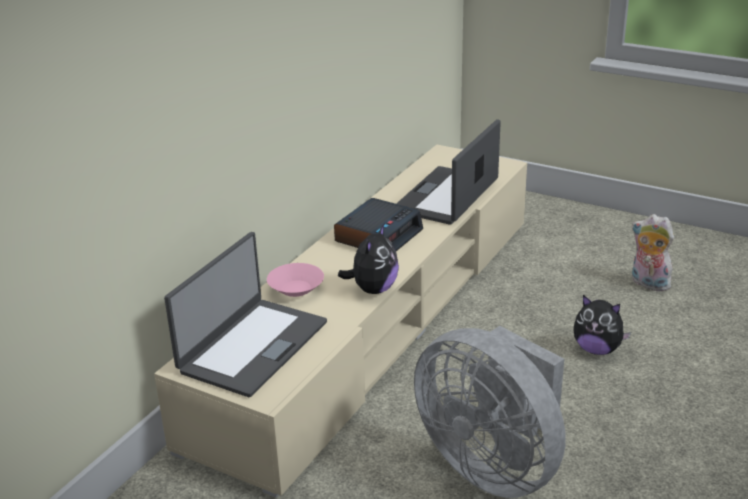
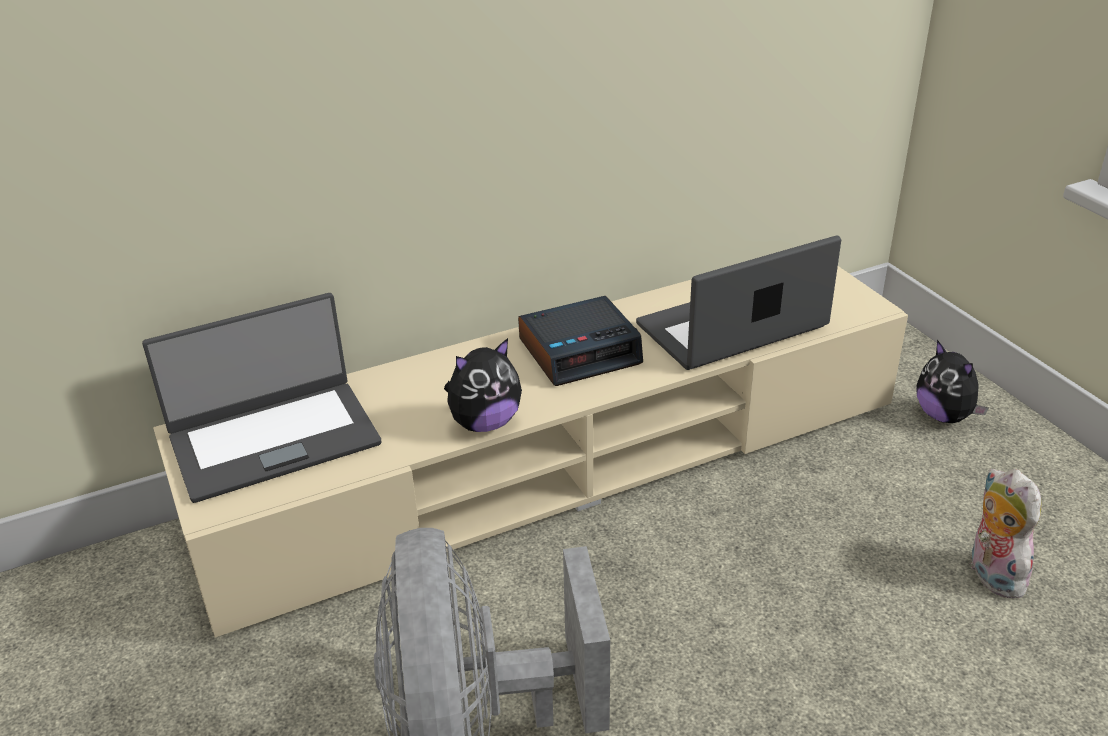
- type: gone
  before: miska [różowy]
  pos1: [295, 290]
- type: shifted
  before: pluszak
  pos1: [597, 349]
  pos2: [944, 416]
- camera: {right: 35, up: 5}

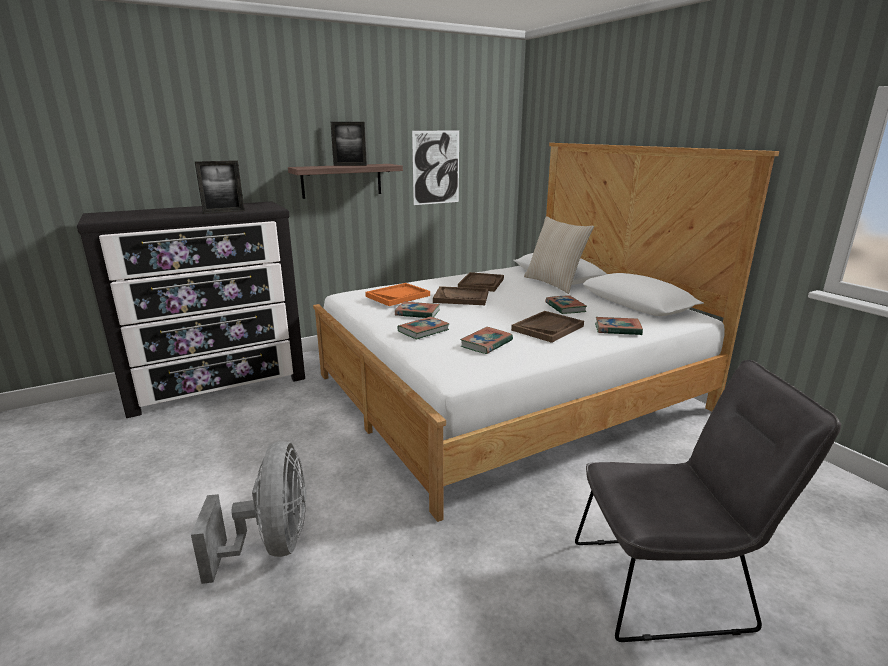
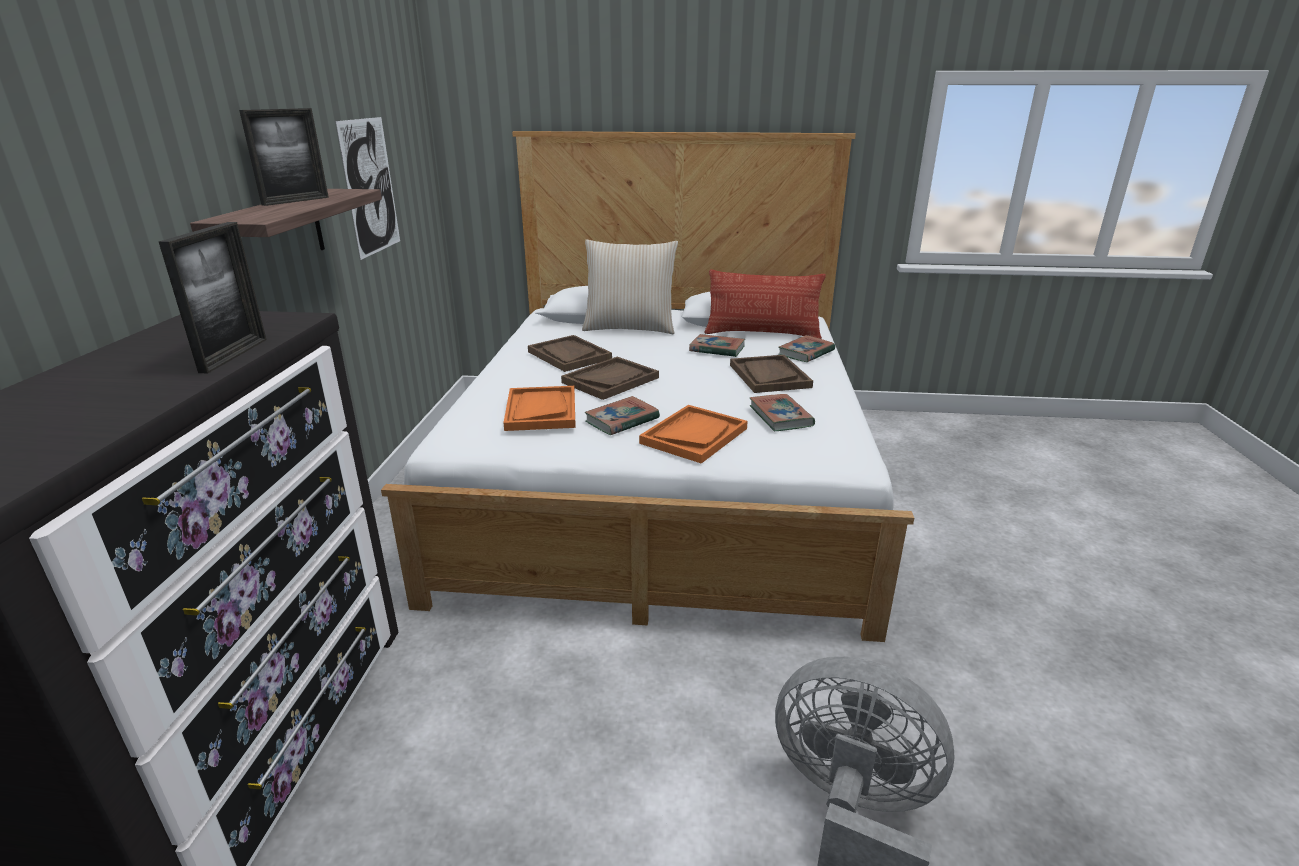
- type: swapped
  before: książka
  after: taca [pomarańczowy]
  pos1: [423, 331]
  pos2: [694, 435]
- type: gone
  before: krzesło [szary]
  pos1: [671, 584]
- type: new
  after: poduszka
  pos2: [762, 334]
- camera: {right: -55, up: 5}

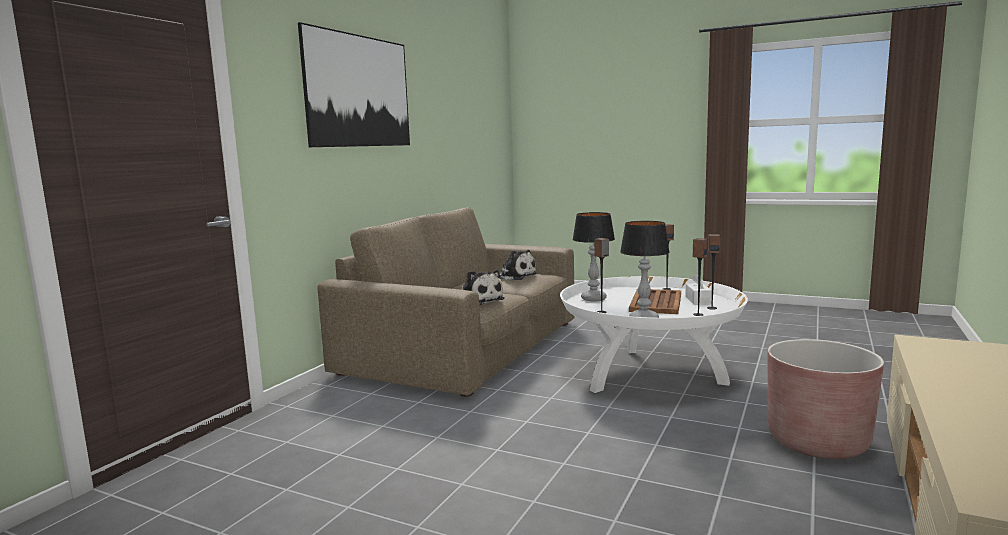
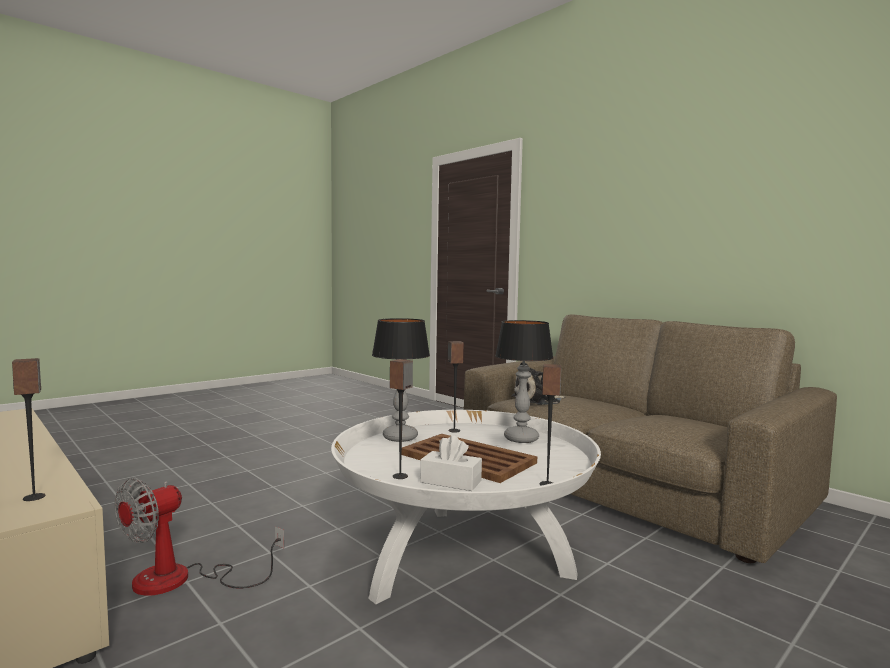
- type: gone
  before: obraz
  pos1: [359, 91]
- type: gone
  before: pluszak
  pos1: [515, 276]
- type: shifted
  before: głośnik
  pos1: [698, 314]
  pos2: [34, 497]
- type: swapped
  before: donica [brązowy]
  after: wentylator
  pos1: [817, 442]
  pos2: [181, 580]
- camera: {right: 110, up: -5}

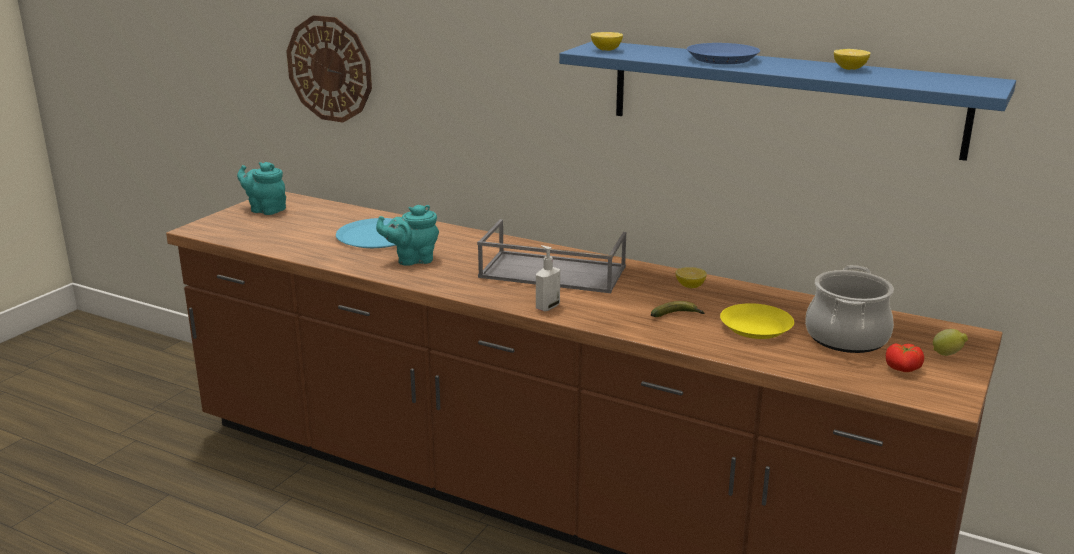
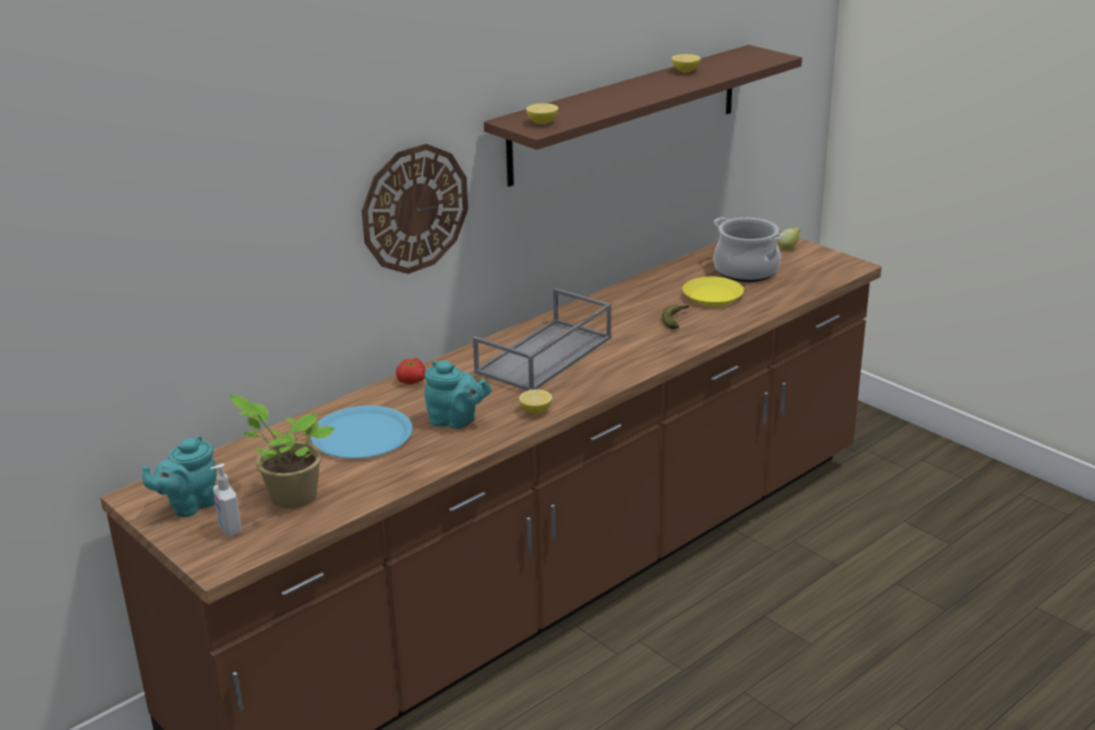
- type: shifted
  before: zegar ścienny
  pos1: [330, 69]
  pos2: [414, 208]
- type: rotated
  before: imbryk [turkusowy]
  pos1: [412, 260]
  pos2: [456, 421]
  turn: -75
- type: shifted
  before: dozownik mydła
  pos1: [547, 307]
  pos2: [229, 529]
- type: repainted
  before: półka [niebieski]
  after: półka [brązowy]
  pos1: [782, 97]
  pos2: [626, 113]
- type: shifted
  before: cytryna
  pos1: [690, 286]
  pos2: [535, 411]
- type: gone
  before: talerz [niebieski]
  pos1: [722, 59]
- type: shifted
  before: pomidor
  pos1: [903, 369]
  pos2: [412, 380]
- type: new
  after: roślina doniczkowa
  pos2: [289, 496]
- camera: {right: -70, up: 5}

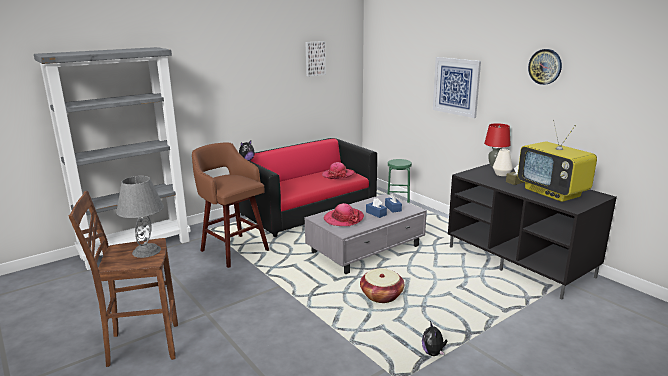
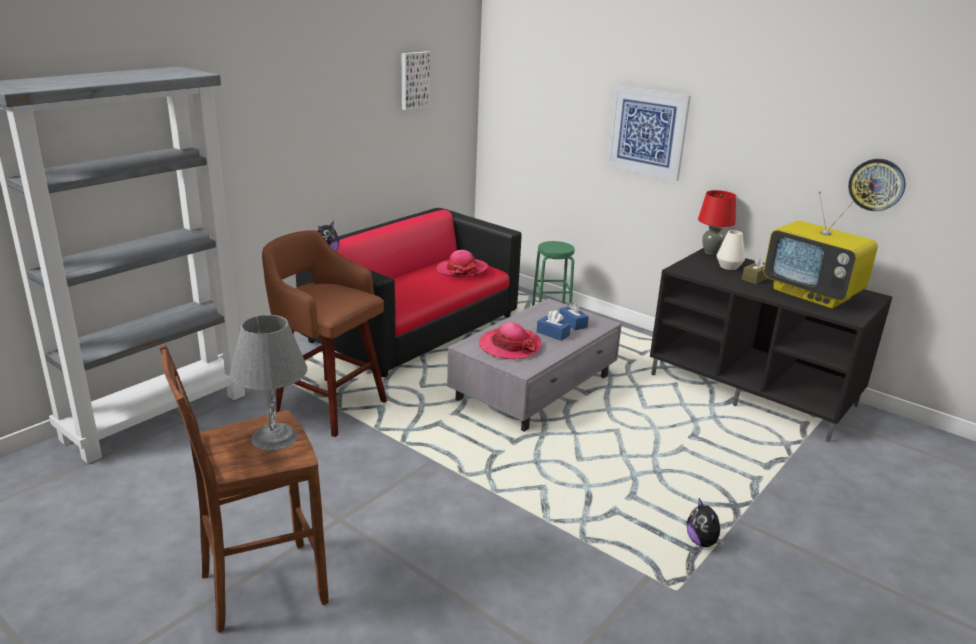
- type: gone
  before: koszyk
  pos1: [381, 295]
- type: shifted
  before: zegar ścienny
  pos1: [545, 66]
  pos2: [876, 184]
- camera: {right: -15, up: 5}

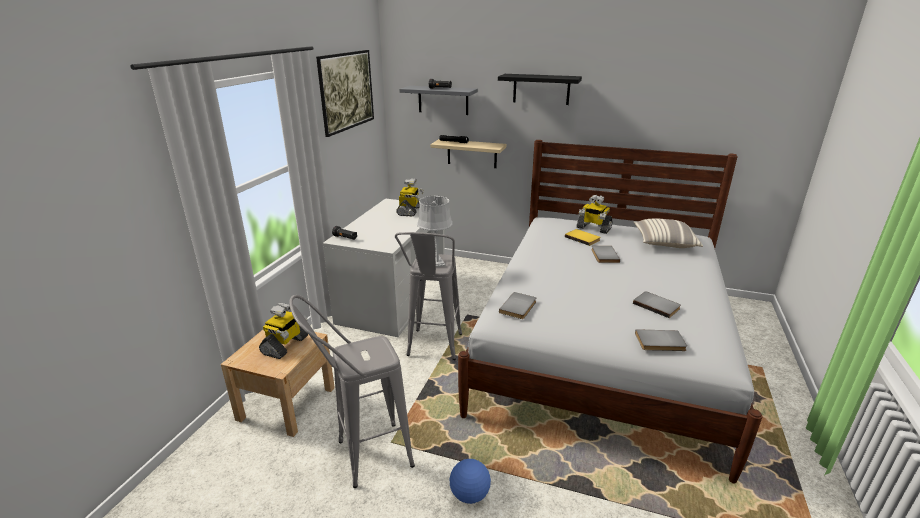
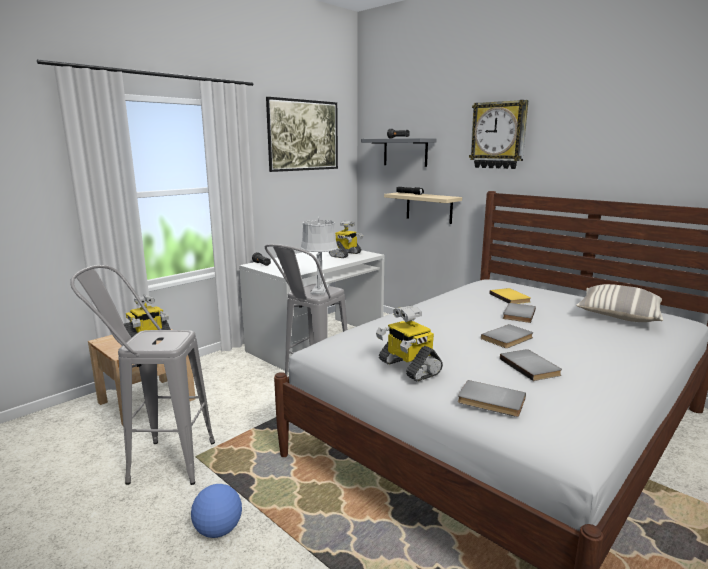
- type: swapped
  before: półka [czarny]
  after: zegar ścienny
  pos1: [541, 89]
  pos2: [498, 135]
- type: shifted
  before: książka [szary]
  pos1: [519, 307]
  pos2: [508, 338]
- type: shifted
  before: robot zabawkowy
  pos1: [593, 228]
  pos2: [408, 367]
- camera: {right: 25, up: -10}

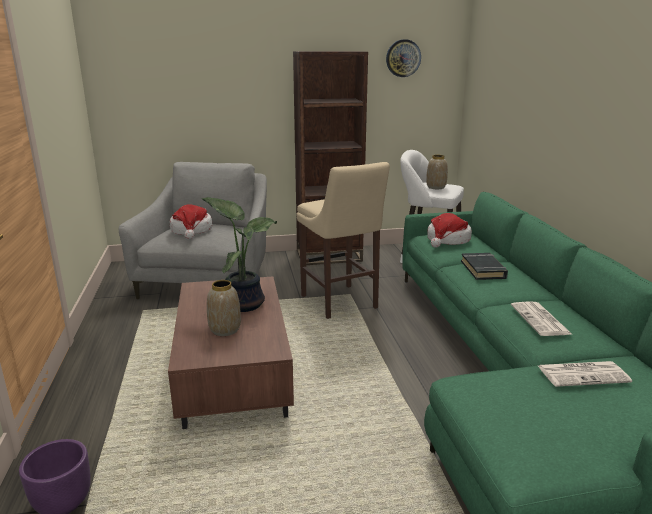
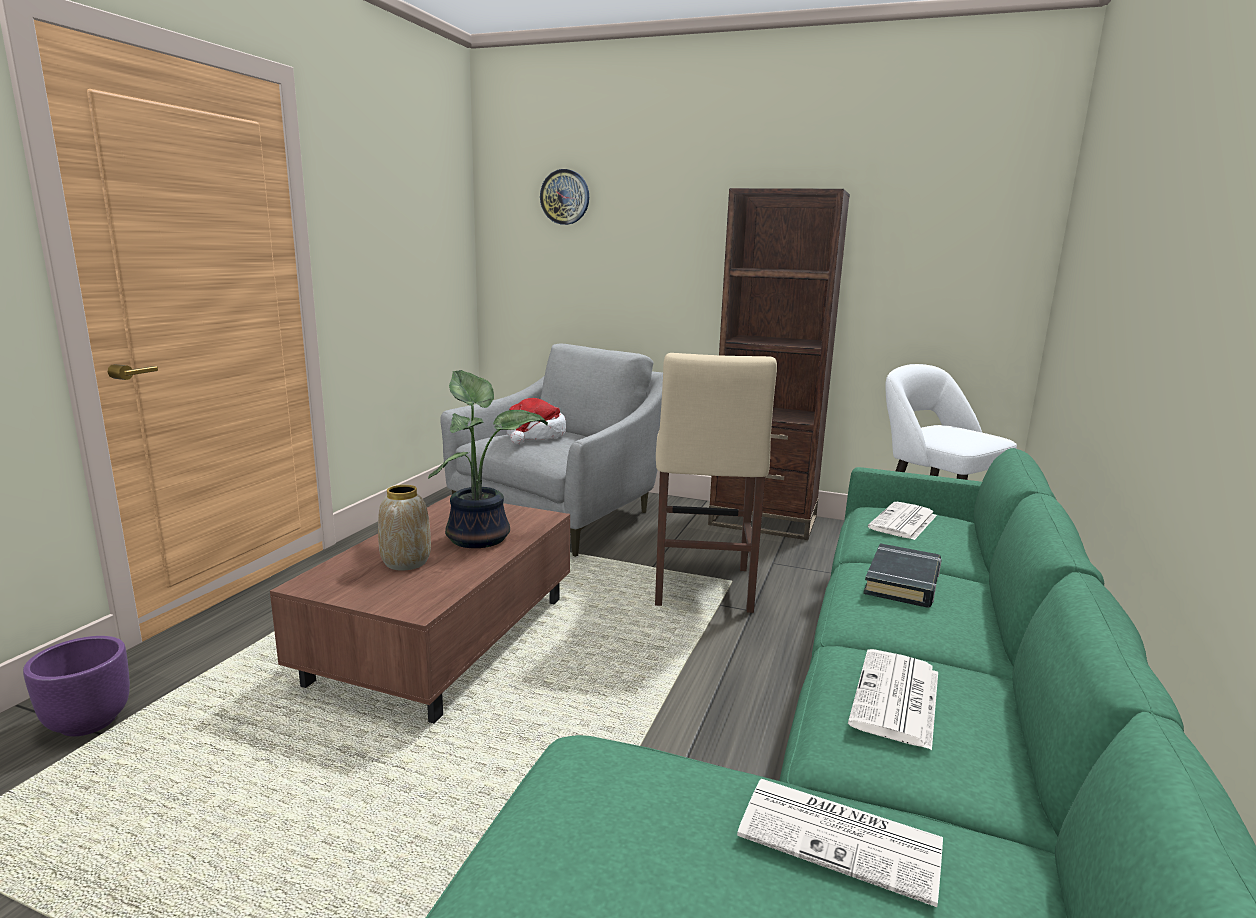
- type: shifted
  before: zegar ścienny
  pos1: [403, 58]
  pos2: [565, 197]
- type: gone
  before: wazon
  pos1: [436, 187]
- type: swapped
  before: kapelusz
  after: gazeta
  pos1: [447, 240]
  pos2: [903, 522]
- camera: {right: 30, up: -5}

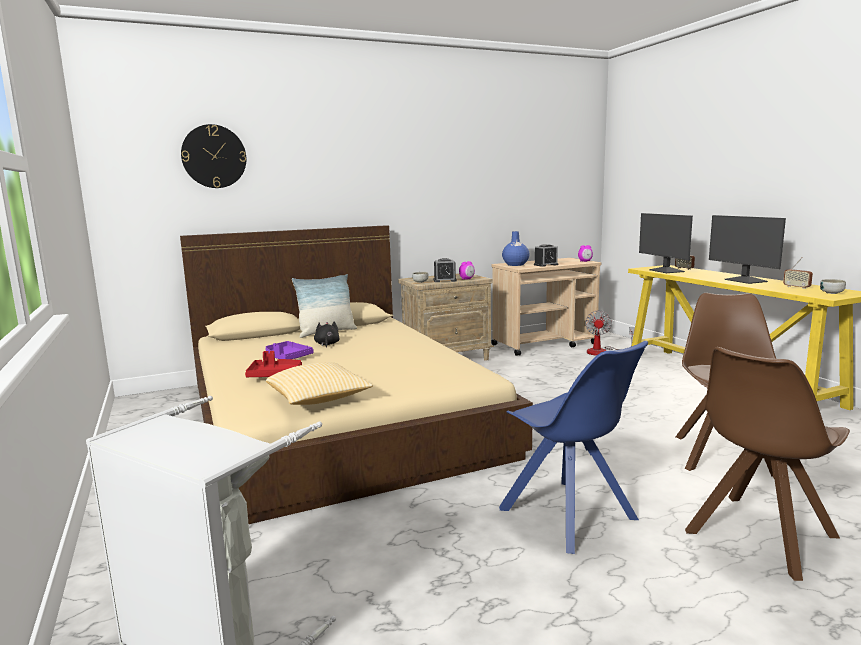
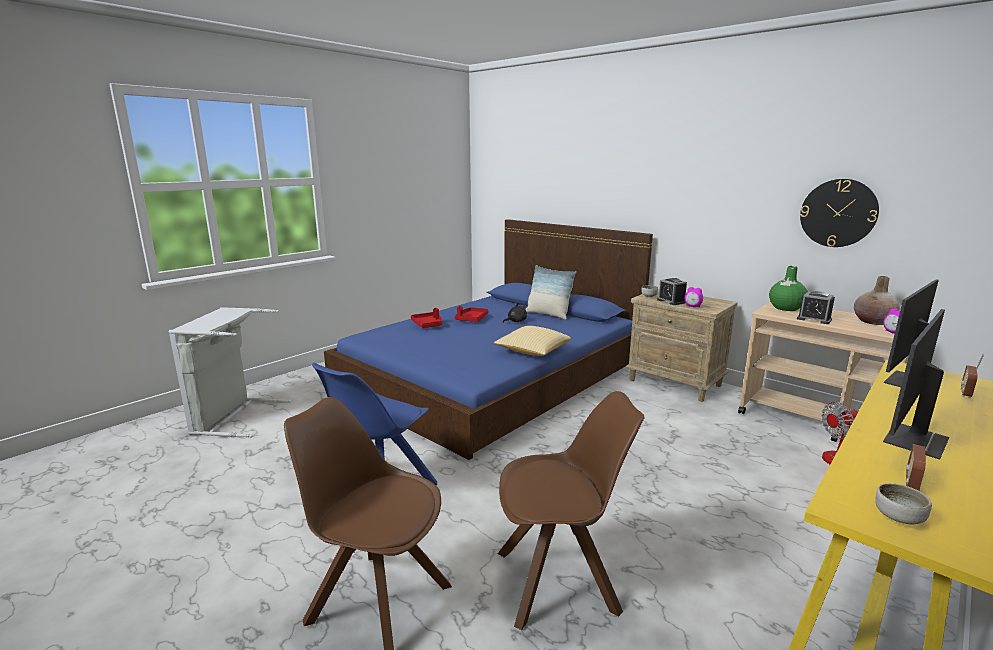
- type: repainted
  before: łóżko [beżowy]
  after: łóżko [niebieski]
  pos1: [335, 416]
  pos2: [495, 375]
- type: shifted
  before: zegar ścienny
  pos1: [214, 156]
  pos2: [838, 213]
- type: repainted
  before: taca [fioletowy]
  after: taca [czerwony]
  pos1: [287, 357]
  pos2: [471, 319]
- type: shifted
  before: poduszka
  pos1: [318, 399]
  pos2: [532, 351]
- type: repainted
  before: wazon [niebieski]
  after: wazon [zielony]
  pos1: [515, 264]
  pos2: [785, 308]
- type: new
  after: wazon [beżowy]
  pos2: [873, 321]
- camera: {right: 65, up: 5}

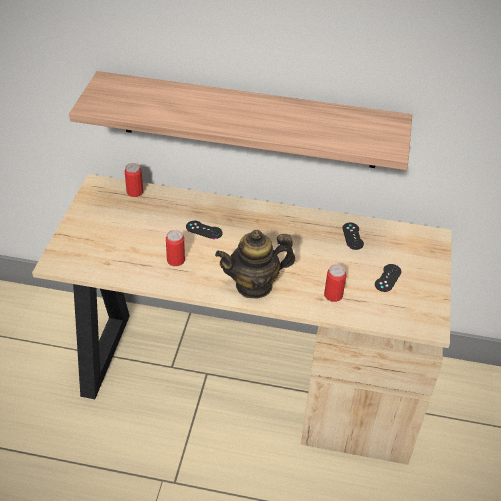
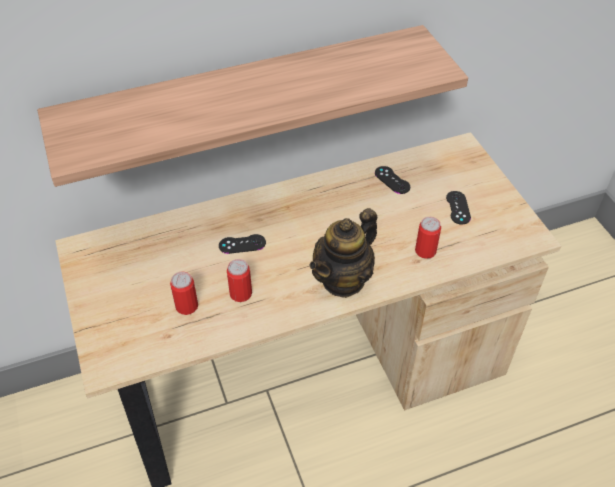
- type: shifted
  before: puszka
  pos1: [135, 192]
  pos2: [187, 306]
- camera: {right: -30, up: 5}

